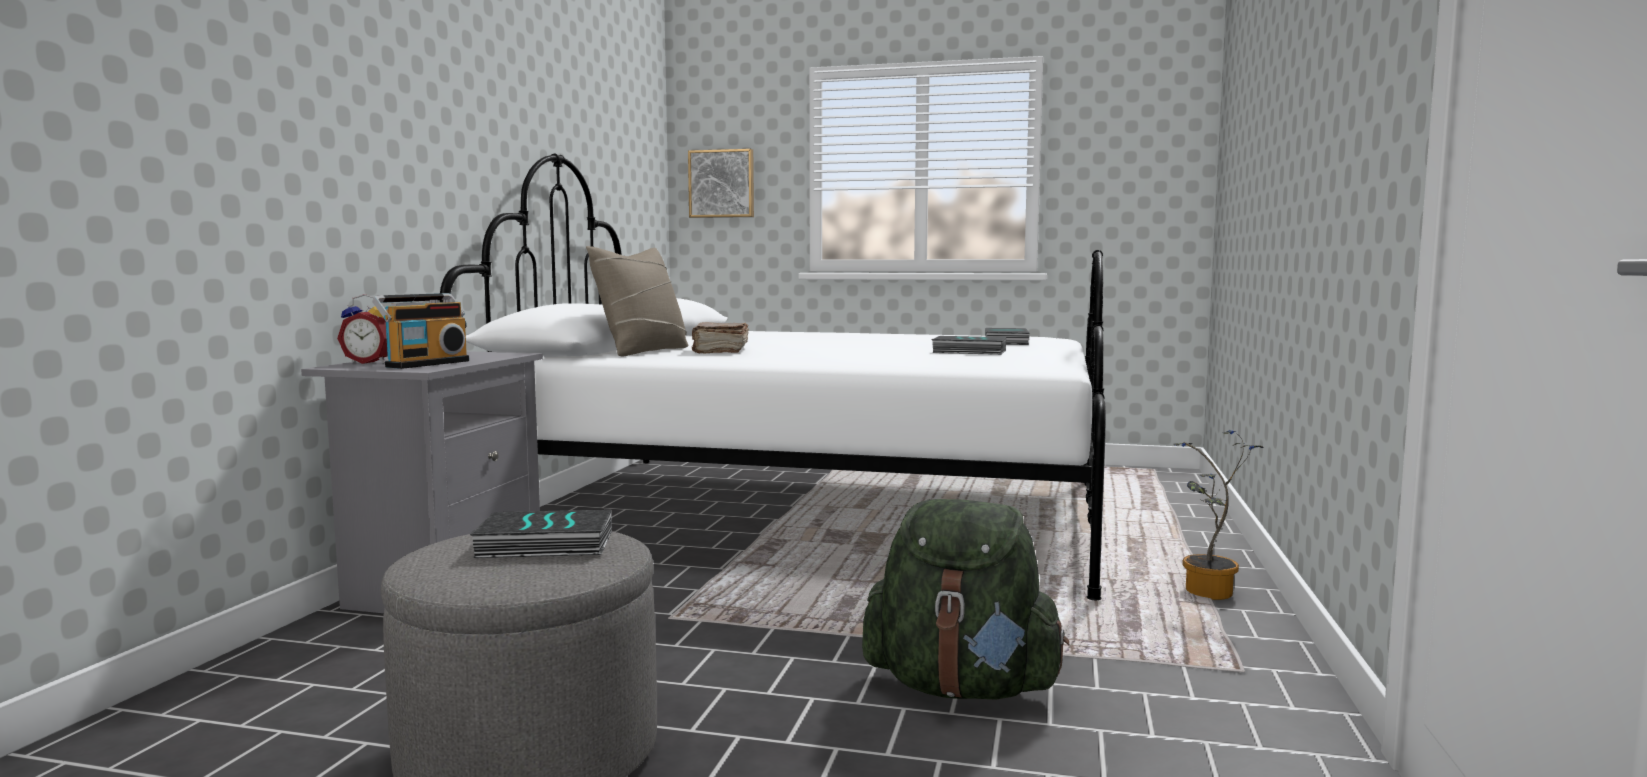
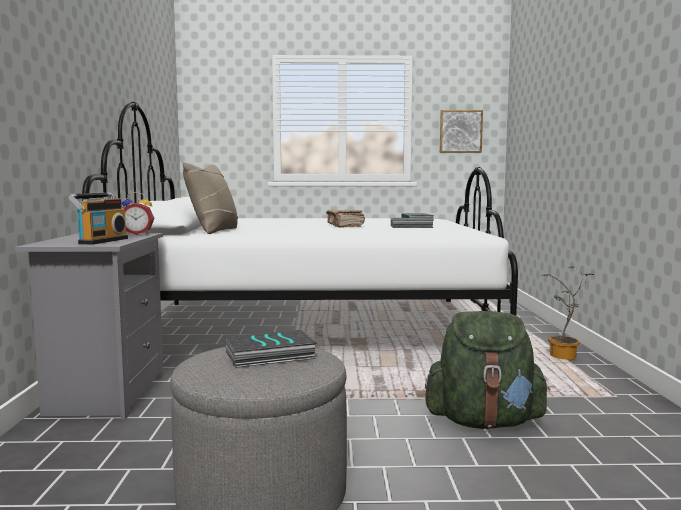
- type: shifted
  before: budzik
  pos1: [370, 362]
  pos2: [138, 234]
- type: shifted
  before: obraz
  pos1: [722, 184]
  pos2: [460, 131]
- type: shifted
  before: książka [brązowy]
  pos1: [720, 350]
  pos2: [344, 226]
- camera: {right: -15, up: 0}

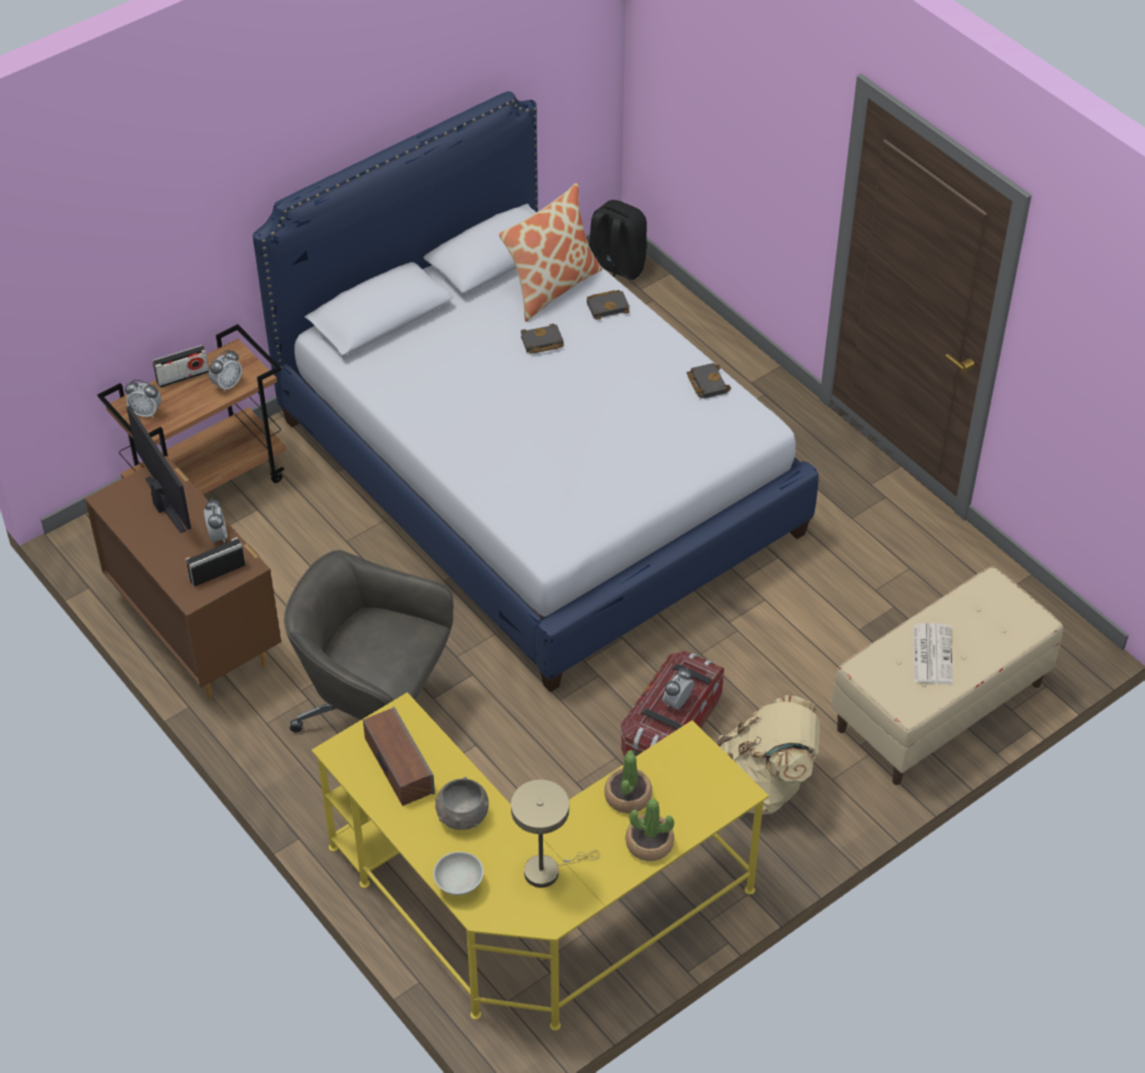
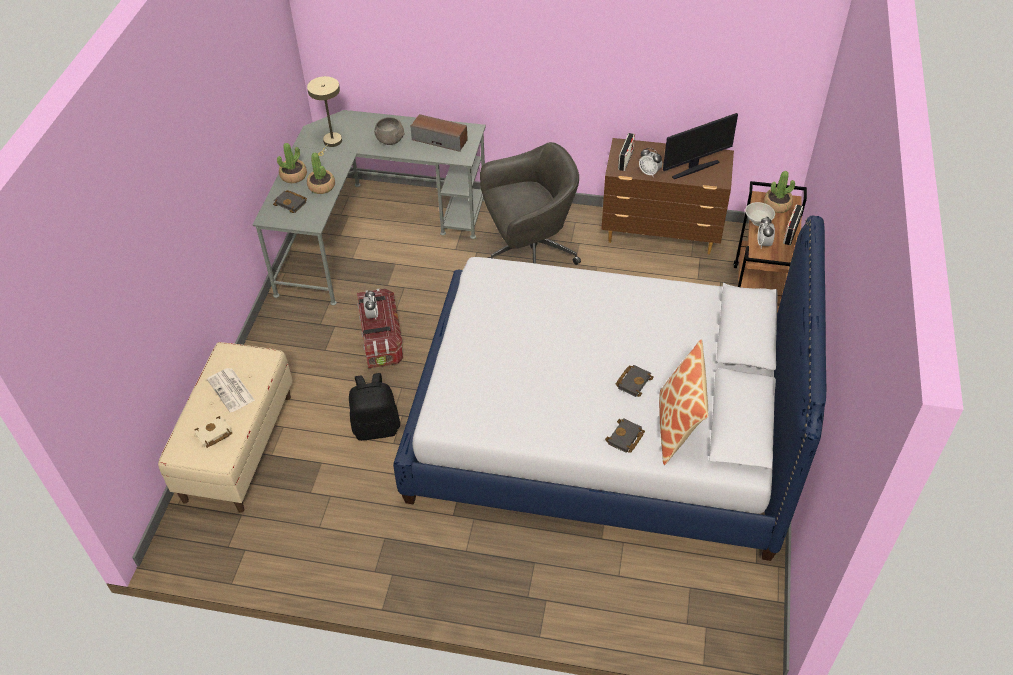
- type: swapped
  before: budzik
  after: roślina doniczkowa
  pos1: [146, 412]
  pos2: [777, 205]
- type: rotated
  before: monitor
  pos1: [162, 505]
  pos2: [694, 168]
  turn: -45
- type: repainted
  before: biurko [żółty]
  after: biurko [szary]
  pos1: [533, 910]
  pos2: [371, 230]
- type: shifted
  before: miska [biały]
  pos1: [458, 886]
  pos2: [758, 221]
- type: shifted
  before: plecak [czarny]
  pos1: [615, 268]
  pos2: [376, 427]
- type: shifted
  before: książka [czarny]
  pos1: [706, 383]
  pos2: [291, 203]
- type: gone
  before: plecak [beżowy]
  pos1: [764, 784]
- type: new
  after: książka [beżowy]
  pos2: [213, 435]
- camera: {right: 140, up: 0}

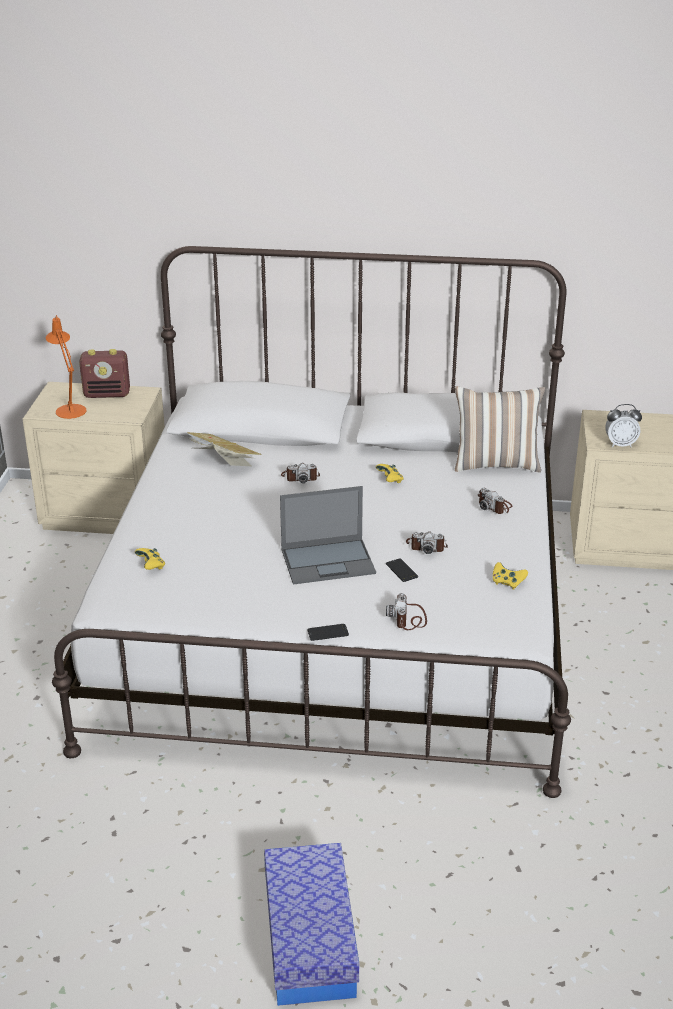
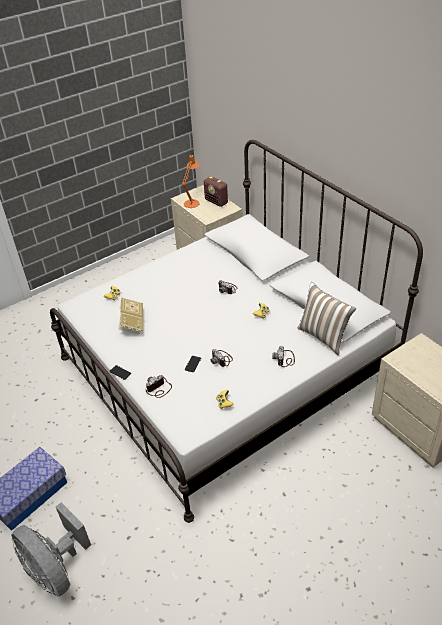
- type: shifted
  before: książka
  pos1: [223, 462]
  pos2: [132, 323]
- type: gone
  before: laptop
  pos1: [329, 561]
- type: gone
  before: budzik
  pos1: [620, 444]
- type: new
  after: wentylator [szary]
  pos2: [56, 569]
- camera: {right: 50, up: 10}

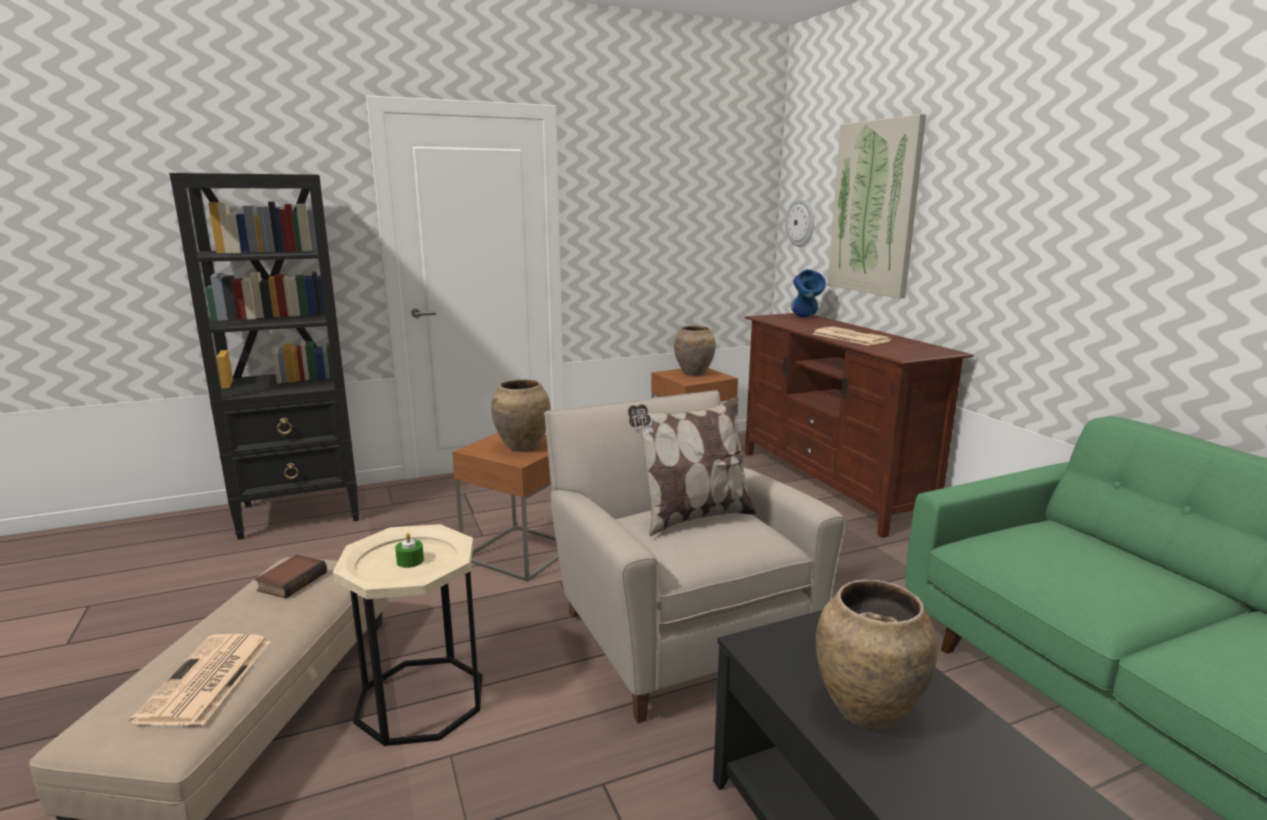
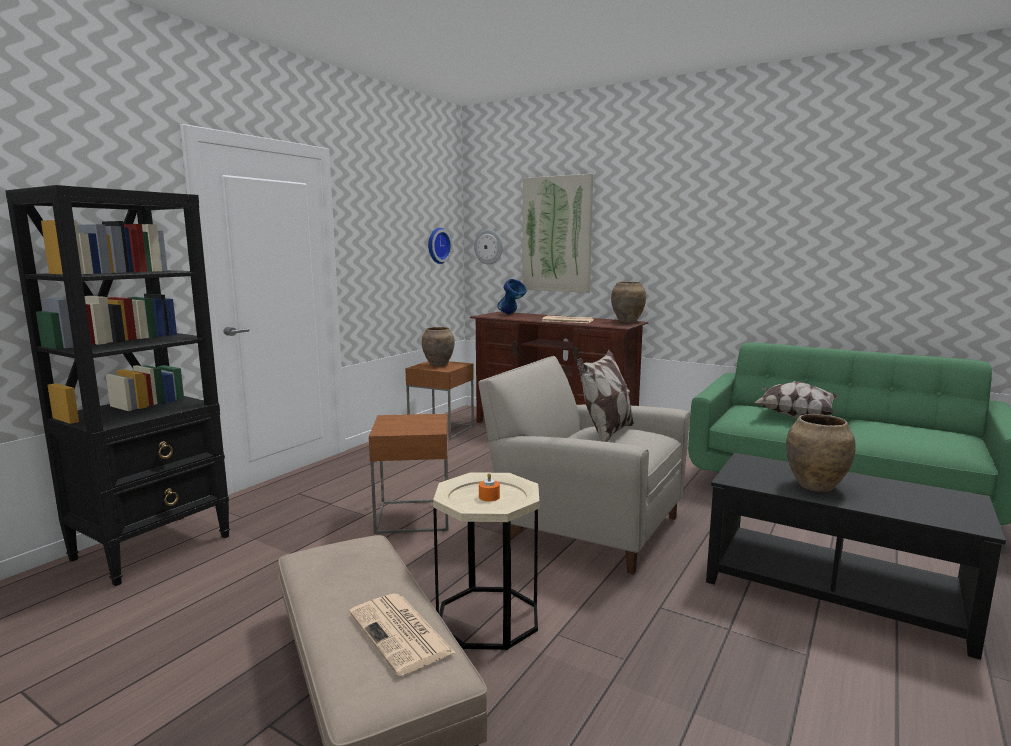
- type: gone
  before: książka
  pos1: [292, 581]
- type: repainted
  before: świeca [zielony]
  after: świeca [pomarańczowy]
  pos1: [410, 561]
  pos2: [489, 497]
- type: shifted
  before: wazon [brązowy]
  pos1: [523, 447]
  pos2: [628, 321]
- type: new
  after: zegar ścienny
  pos2: [437, 245]
- type: new
  after: poduszka
  pos2: [794, 415]
- camera: {right: -35, up: -5}

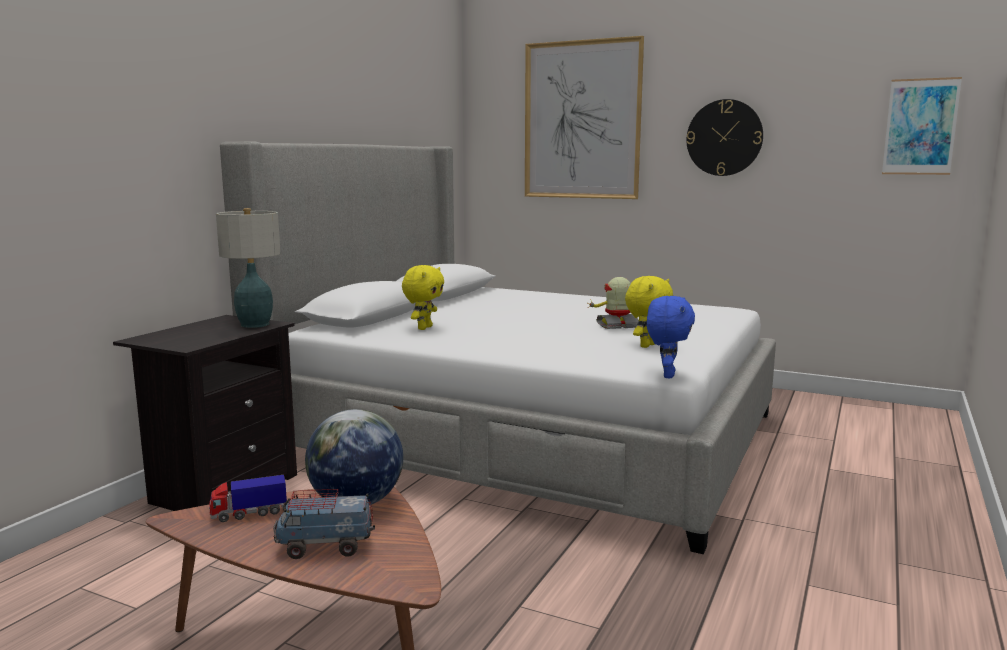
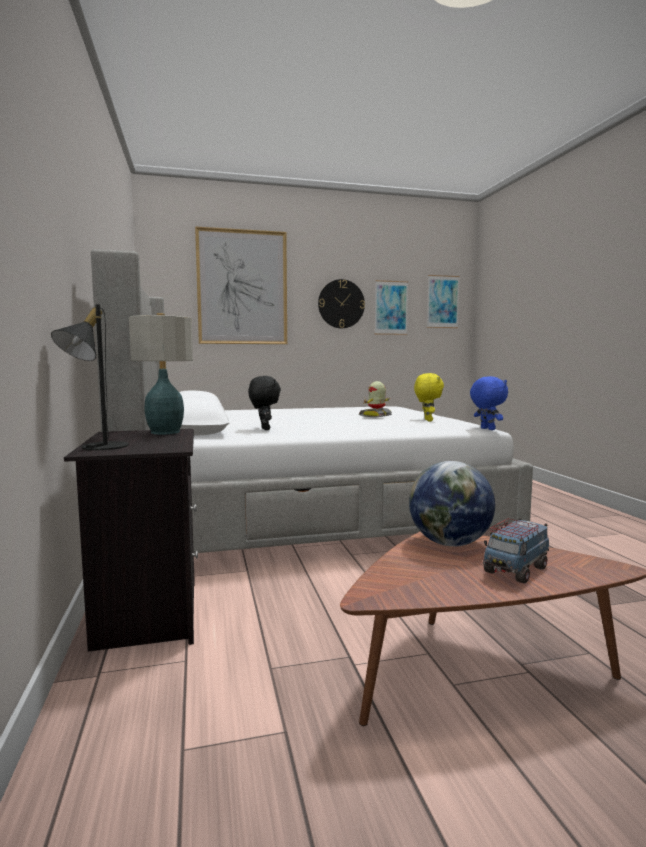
- type: gone
  before: ciężarówka zabawkowa
  pos1: [249, 514]
- type: repainted
  before: pluszak [żółty]
  after: pluszak [czarny]
  pos1: [424, 328]
  pos2: [264, 429]
- type: new
  after: lampa stołowa [czarny]
  pos2: [96, 447]
- type: new
  after: obraz
  pos2: [391, 308]
- camera: {right: -40, up: -5}

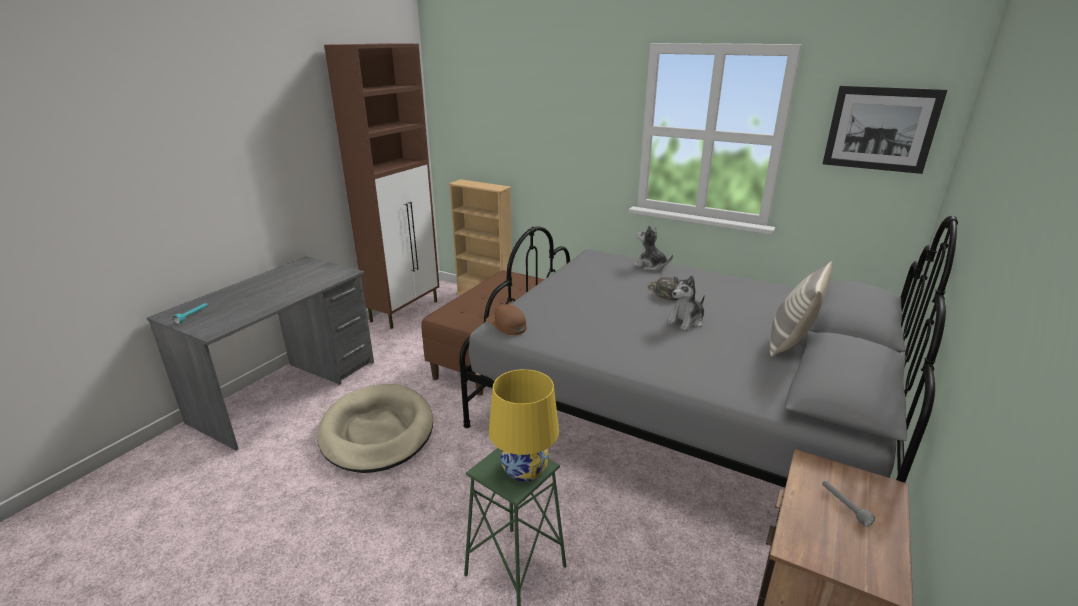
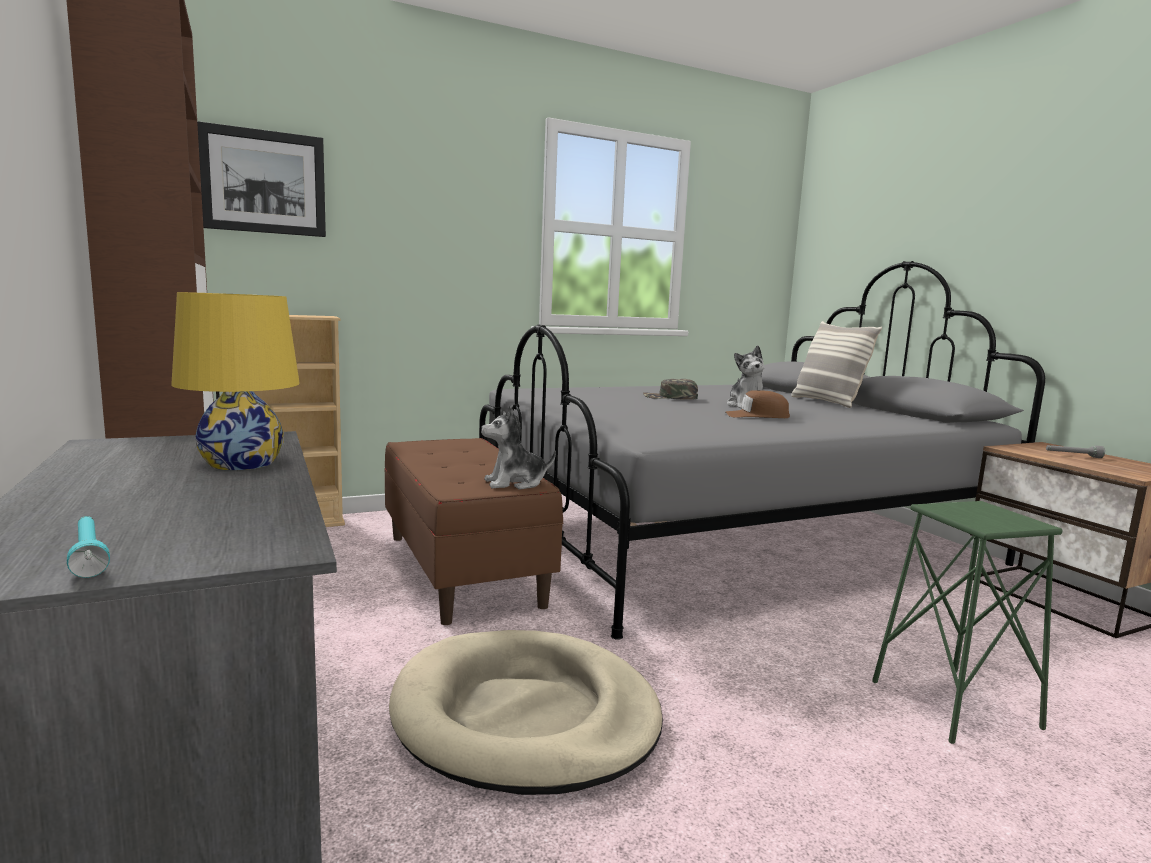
- type: shifted
  before: czapka z daszkiem [brązowy]
  pos1: [506, 325]
  pos2: [756, 416]
- type: shifted
  before: lampa stołowa [żółty]
  pos1: [524, 469]
  pos2: [242, 463]
- type: shifted
  before: pluszak
  pos1: [650, 266]
  pos2: [515, 483]
- type: shifted
  before: obraz
  pos1: [880, 129]
  pos2: [264, 182]
- camera: {right: -55, up: -15}

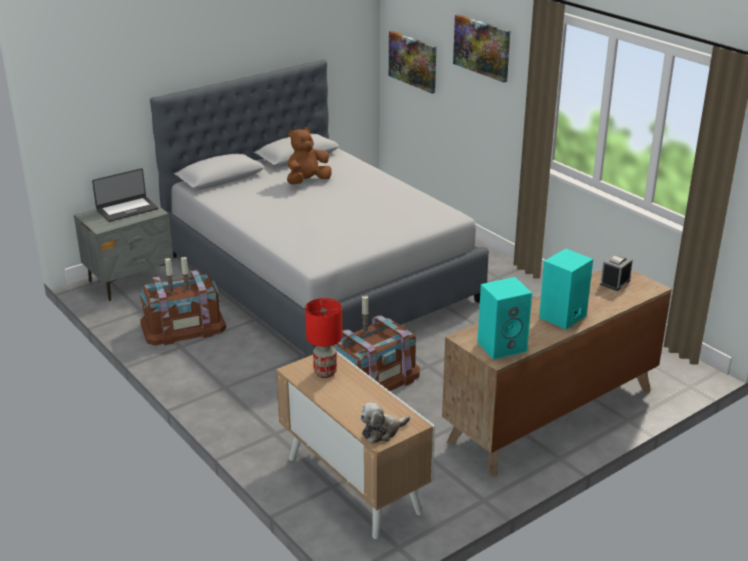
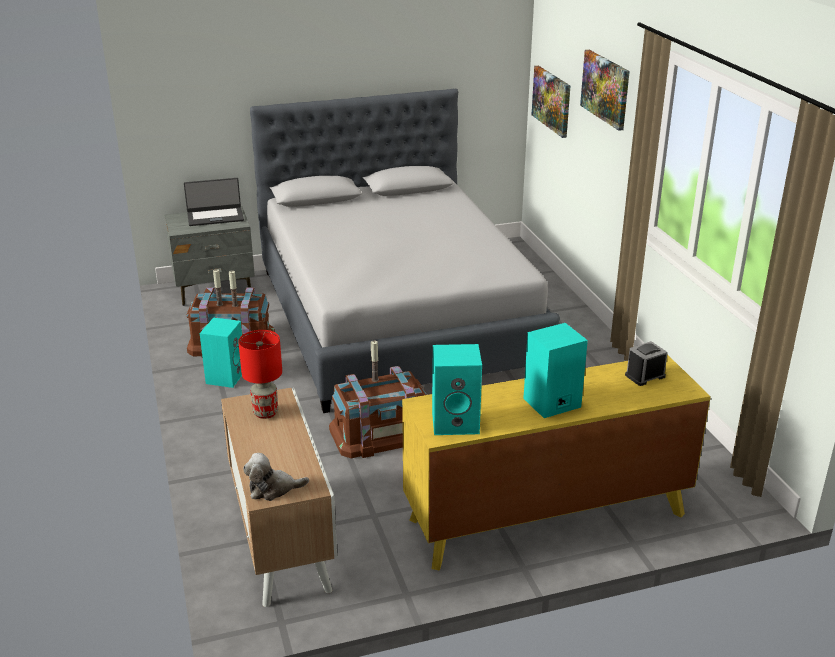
- type: gone
  before: pluszak [brązowy]
  pos1: [307, 181]
- type: repainted
  before: komoda [brązowy]
  after: komoda [żółty]
  pos1: [552, 415]
  pos2: [546, 517]
- type: new
  after: głośnik [turkusowy]
  pos2: [225, 376]
- camera: {right: 20, up: 0}

